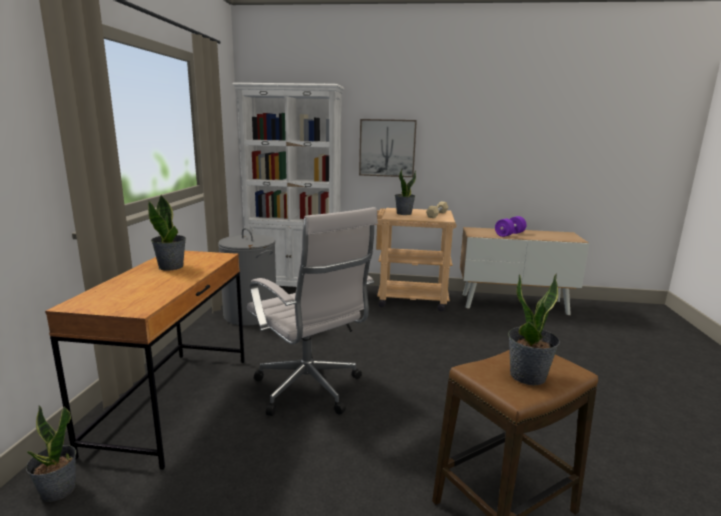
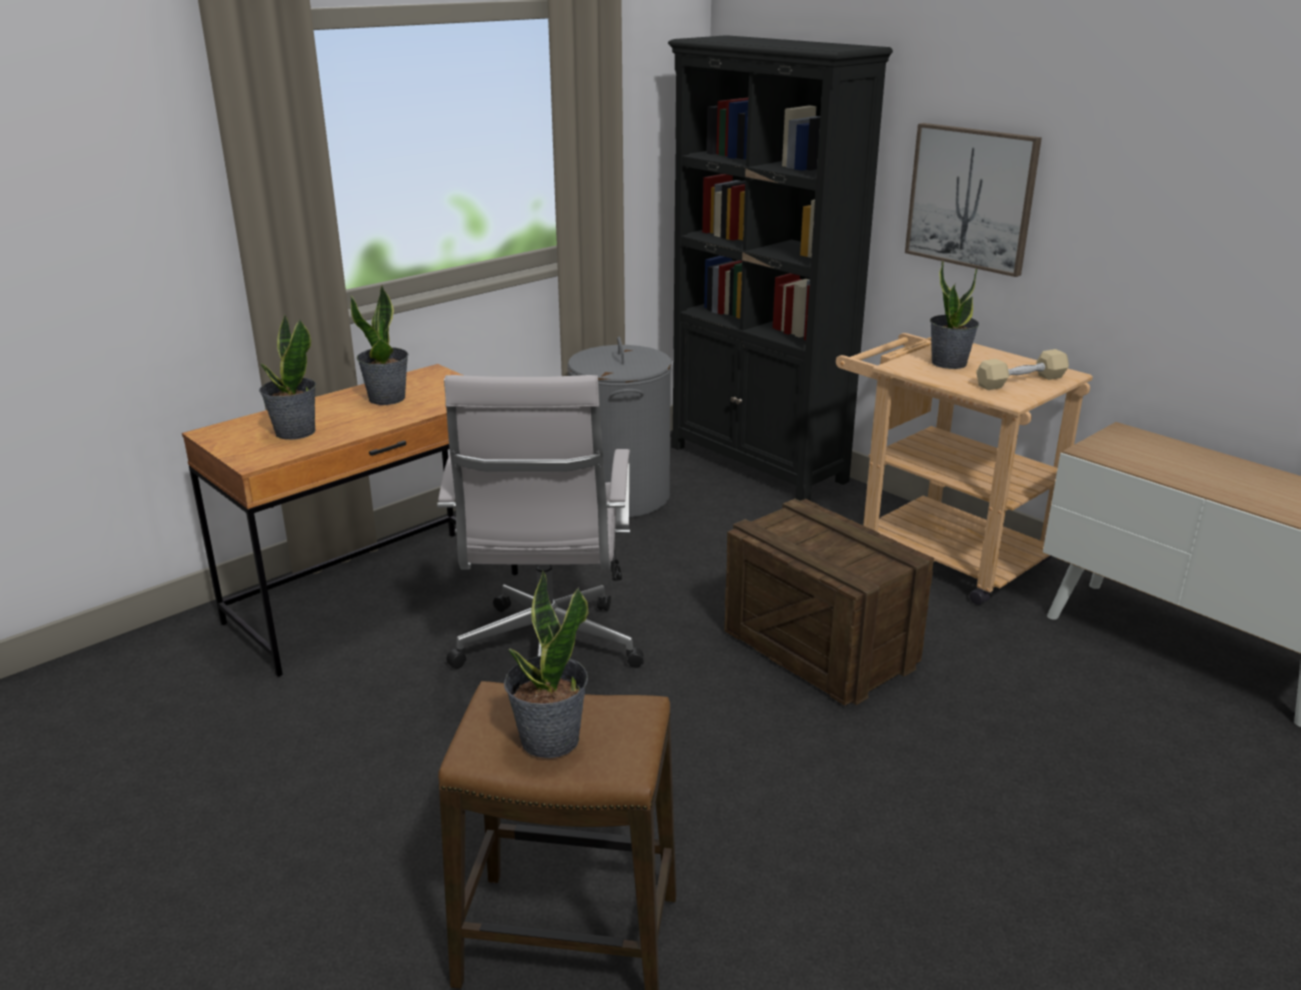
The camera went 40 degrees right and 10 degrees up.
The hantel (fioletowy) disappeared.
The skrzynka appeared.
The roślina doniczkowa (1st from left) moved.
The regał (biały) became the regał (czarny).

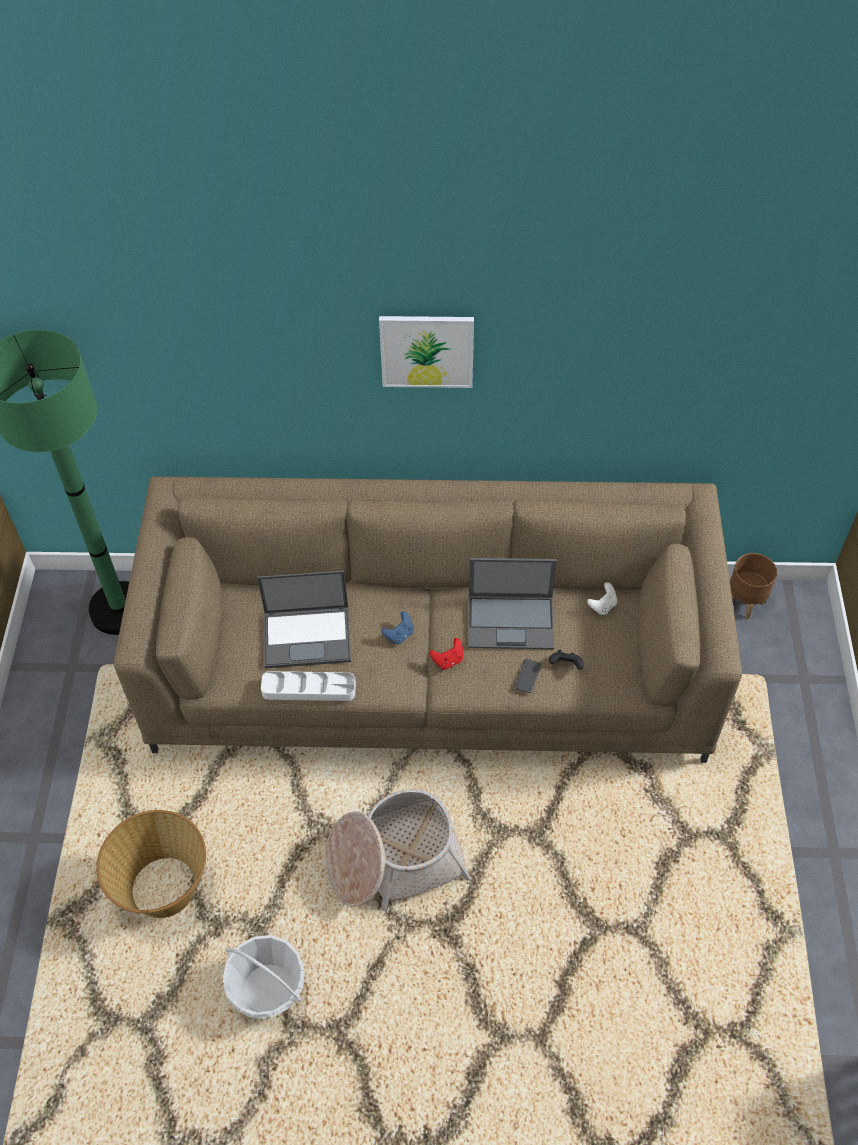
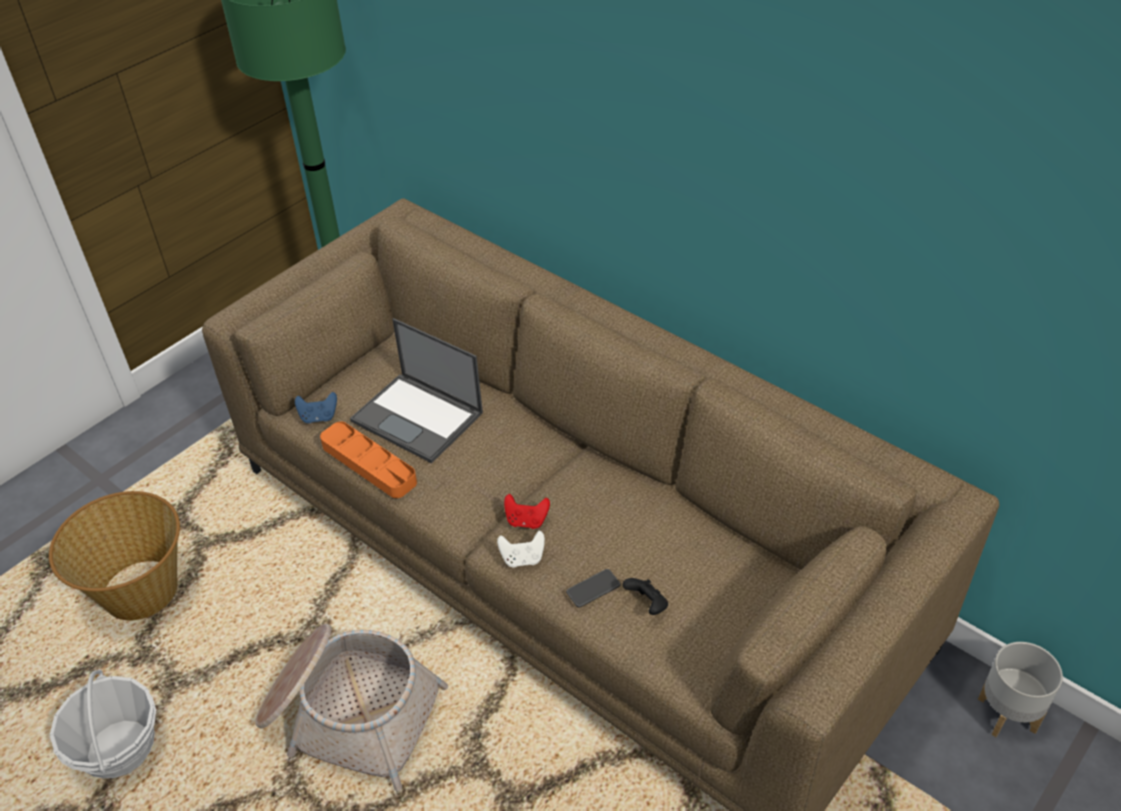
The camera went 40 degrees right and 10 degrees down.
The obraz disappeared.
The laptop (2nd from left) disappeared.
The pad do gier (niebieski) moved.
The pad do gier (biały) moved.
The taca (biały) became the taca (pomarańczowy).
The donica (brązowy) became the donica (szary).

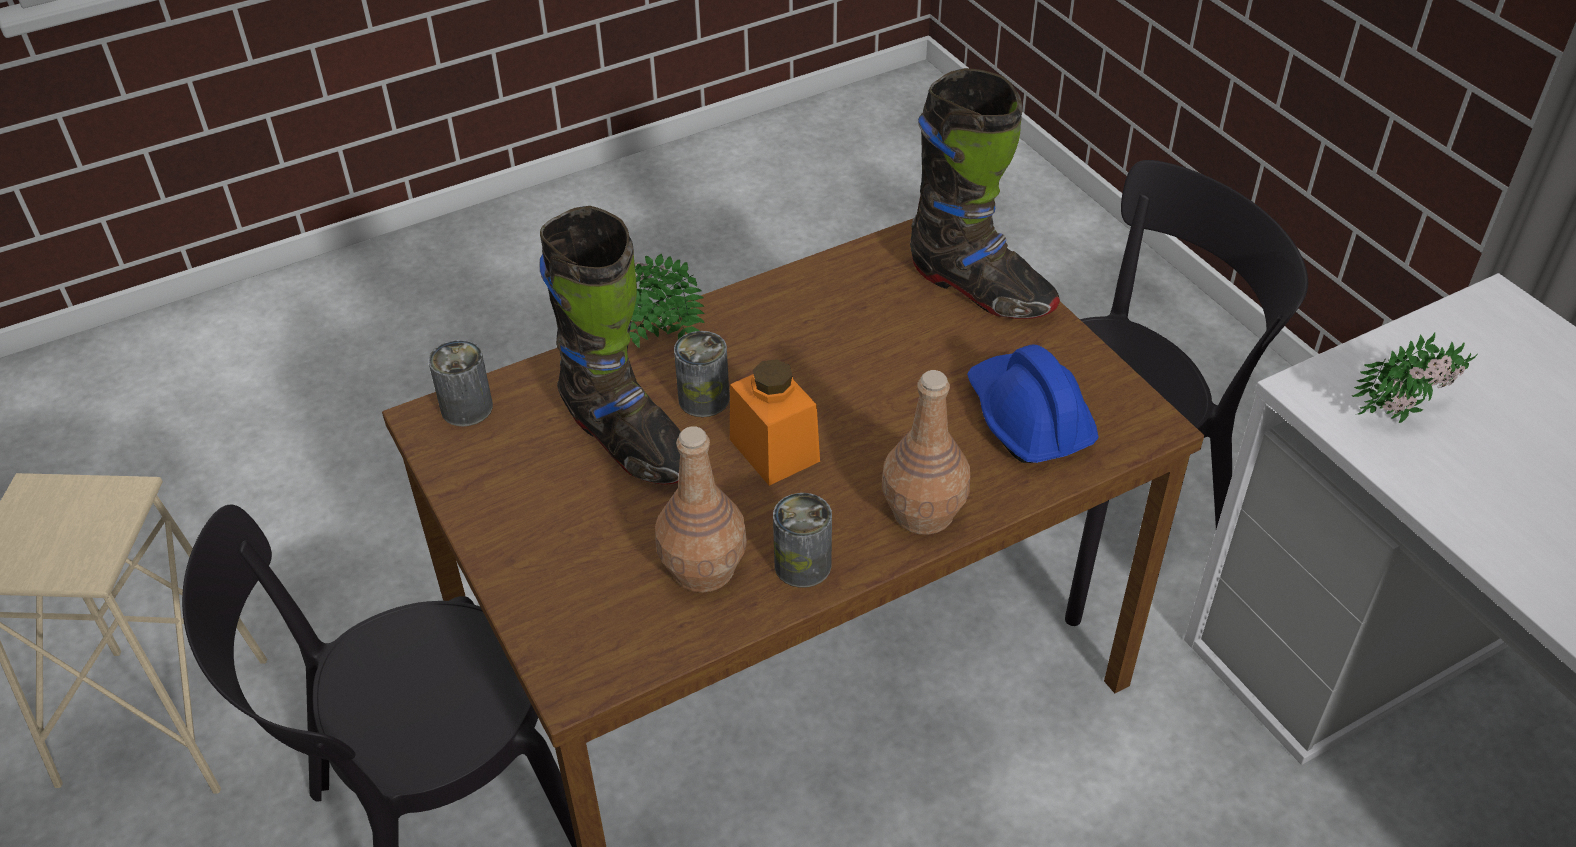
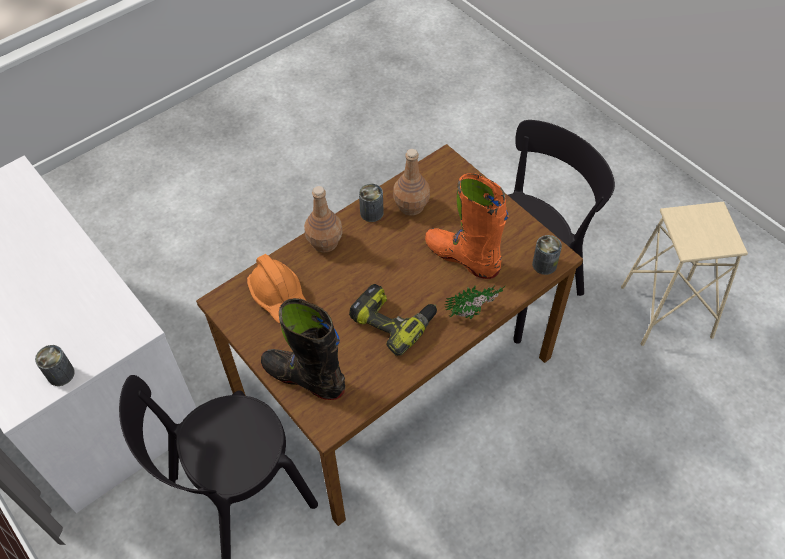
The camera went 170 degrees right and 10 degrees up.
The słoik (pomarańczowy) disappeared.
The roślina doniczkowa (2nd from left) disappeared.
The wiertarka appeared.
The puszka (2nd from left in the first image) moved.
The but z cholewką (czarny) (1st from left) became the but z cholewką (pomarańczowy).
The kask (niebieski) became the kask (pomarańczowy).

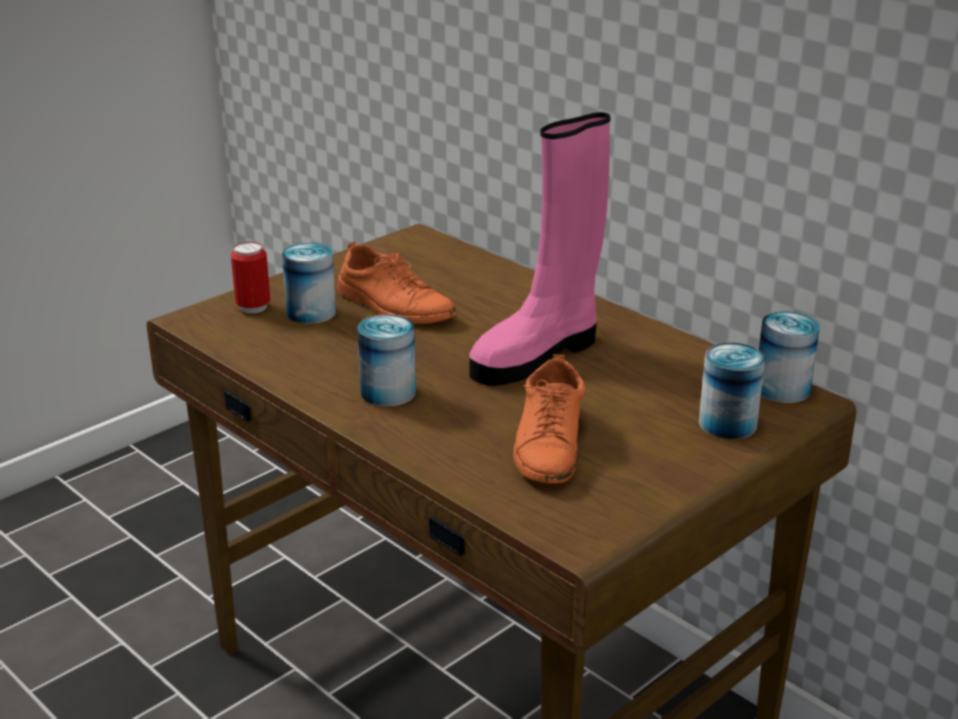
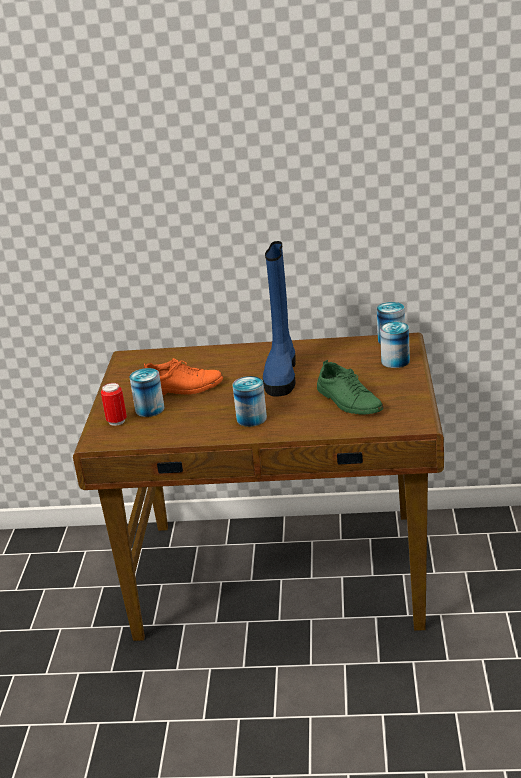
The camera went 40 degrees left and 0 degrees up.
The but z cholewką (różowy) became the but z cholewką (niebieski).
The but (pomarańczowy) (2nd from left) became the but (zielony).

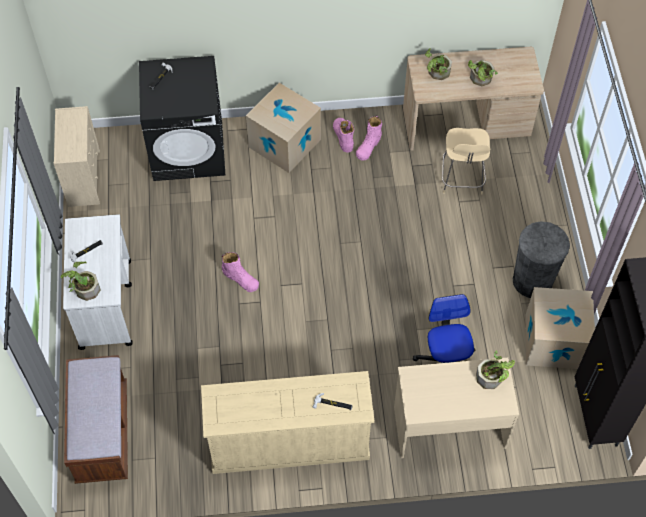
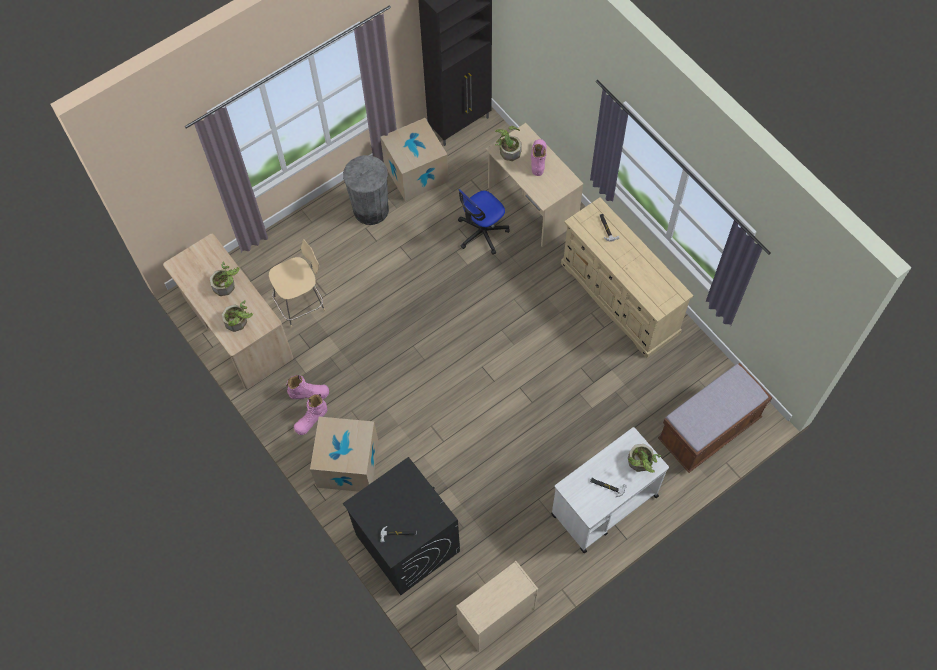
The camera went 120 degrees left and 5 degrees up.
The but z cholewką (różowy) (1st from left in the first image) moved.

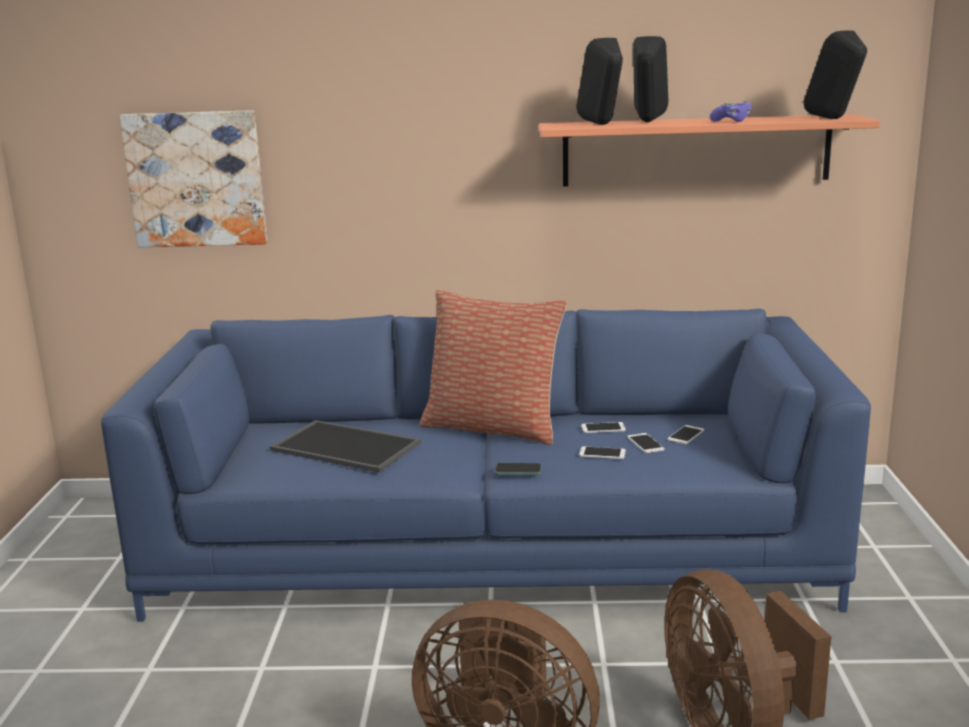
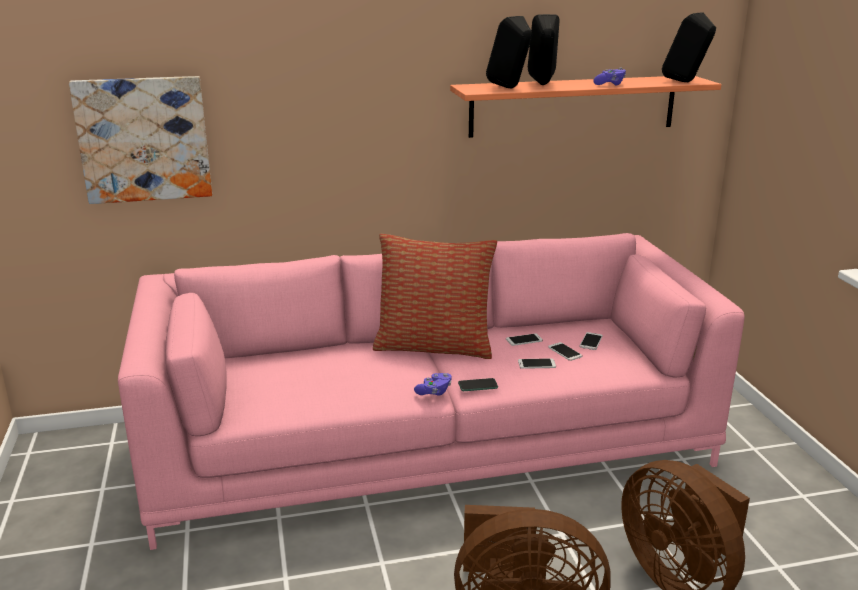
The camera went 15 degrees left and 5 degrees up.
The taca disappeared.
The pad do gier (fioletowy) (1st from left) appeared.
The kanapa (niebieski) became the kanapa (różowy).

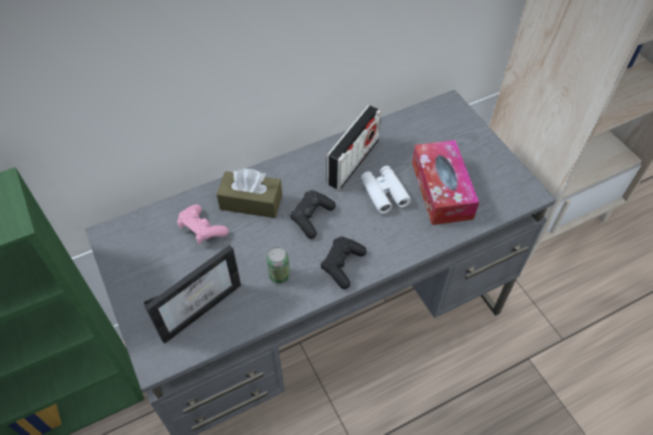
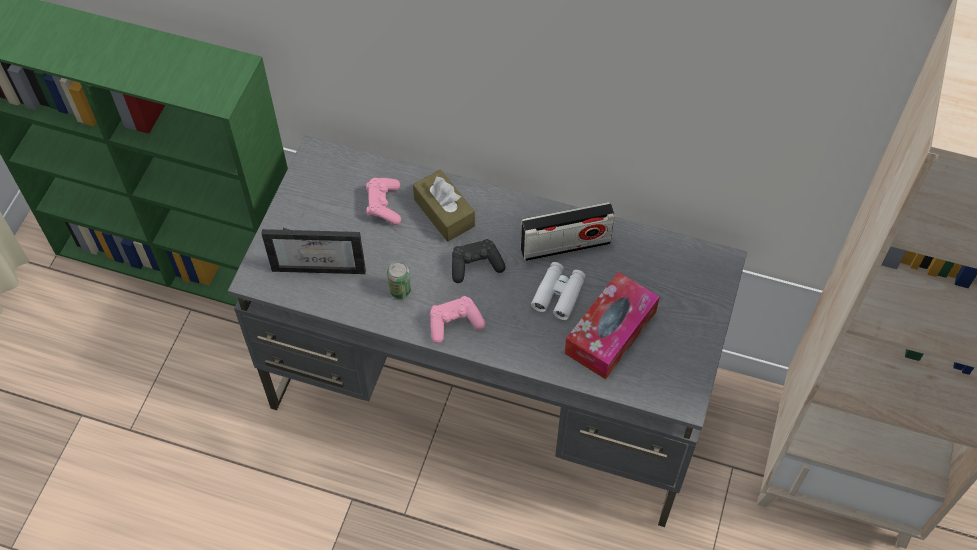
The camera went 45 degrees right and 5 degrees up.
The pad do gier (czarny) (2nd from left) became the pad do gier (różowy) (2nd from left).

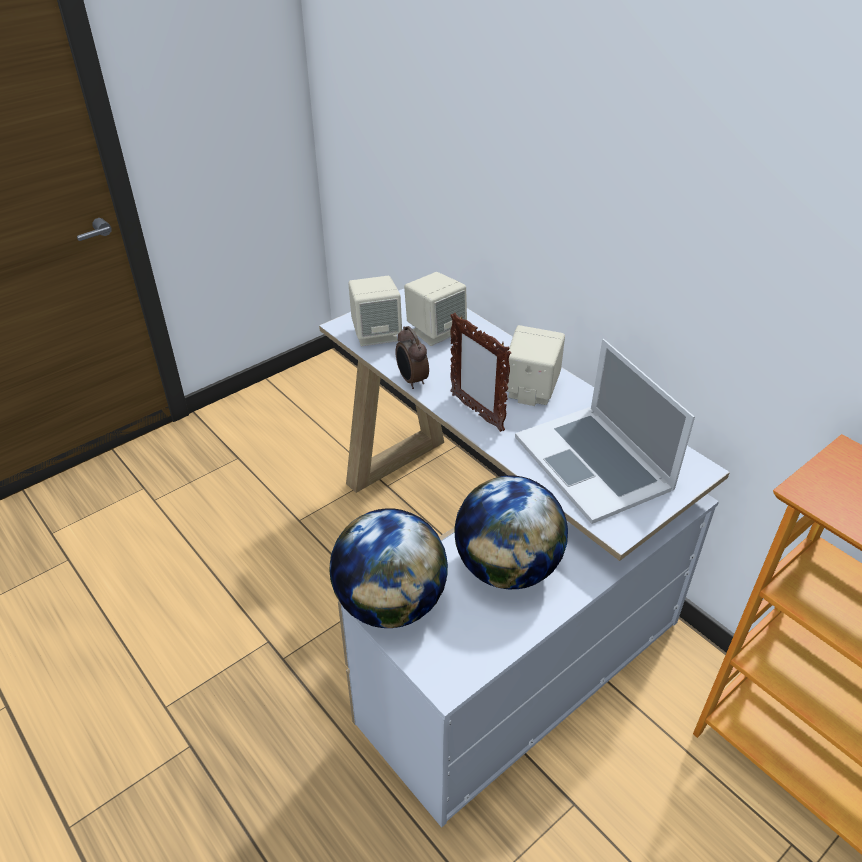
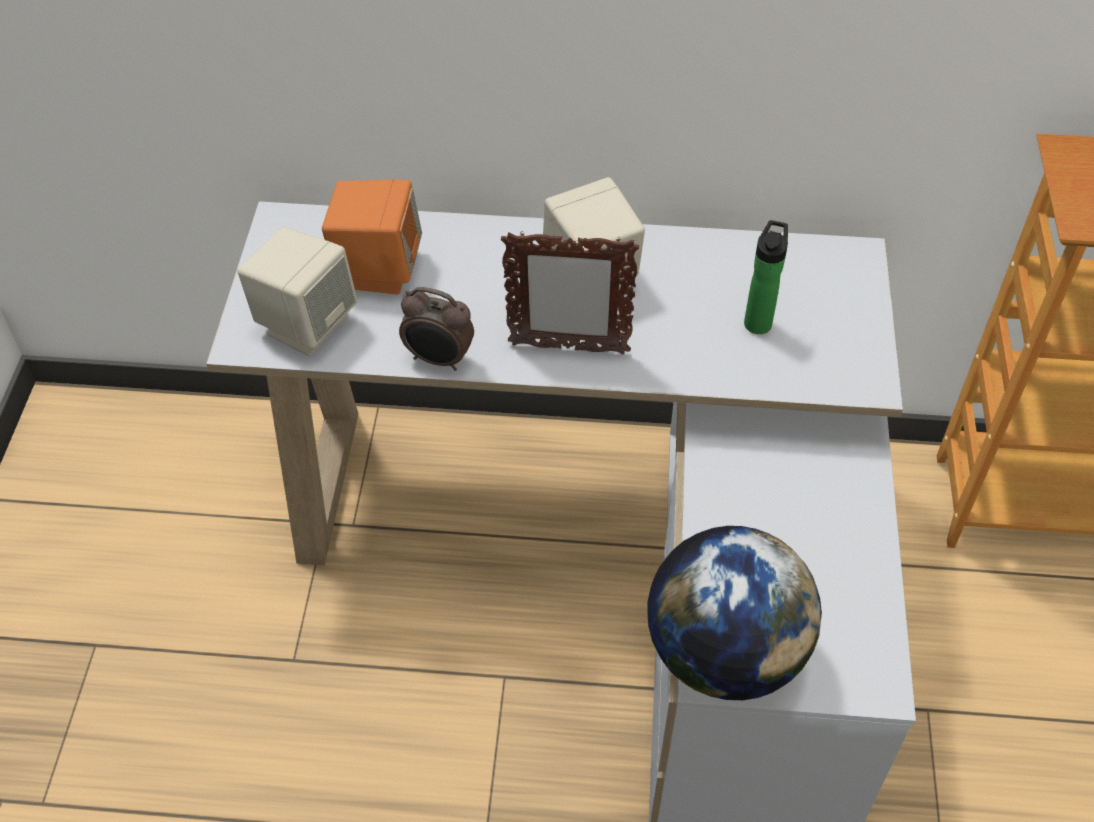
The camera went 45 degrees left and 10 degrees up.
The globus (2nd from left) disappeared.
The laptop was replaced by the butelka.
The głośnik (beżowy) (2nd from left) became the głośnik (pomarańczowy).

